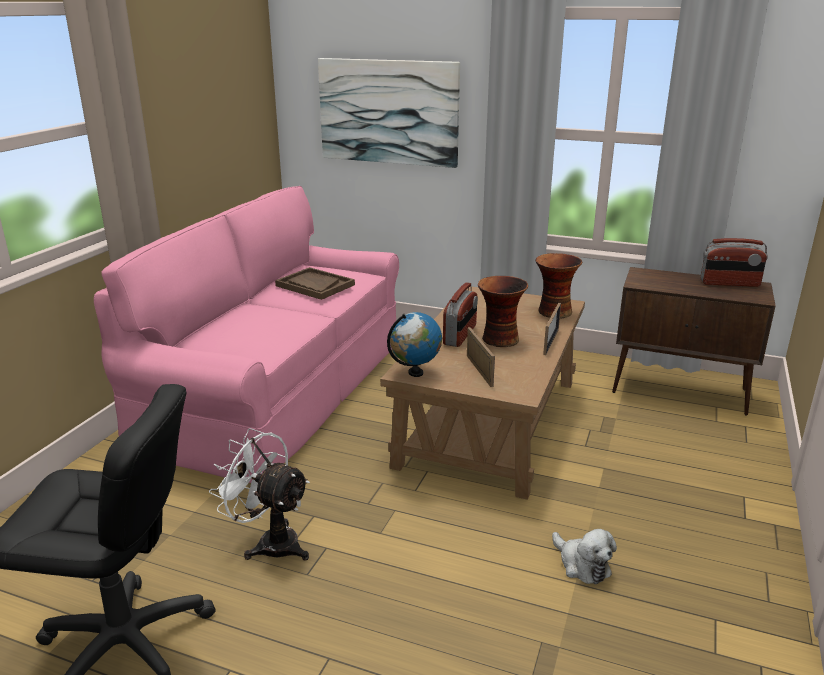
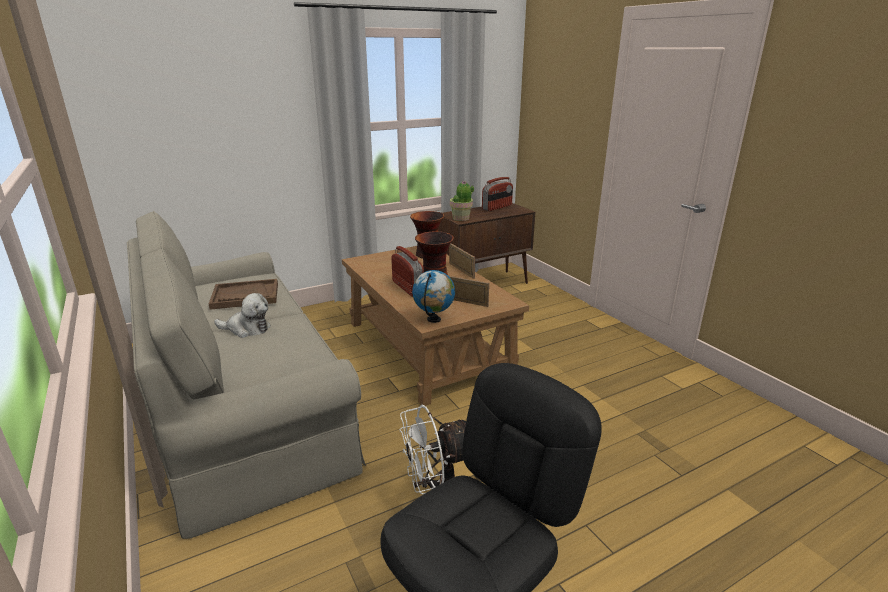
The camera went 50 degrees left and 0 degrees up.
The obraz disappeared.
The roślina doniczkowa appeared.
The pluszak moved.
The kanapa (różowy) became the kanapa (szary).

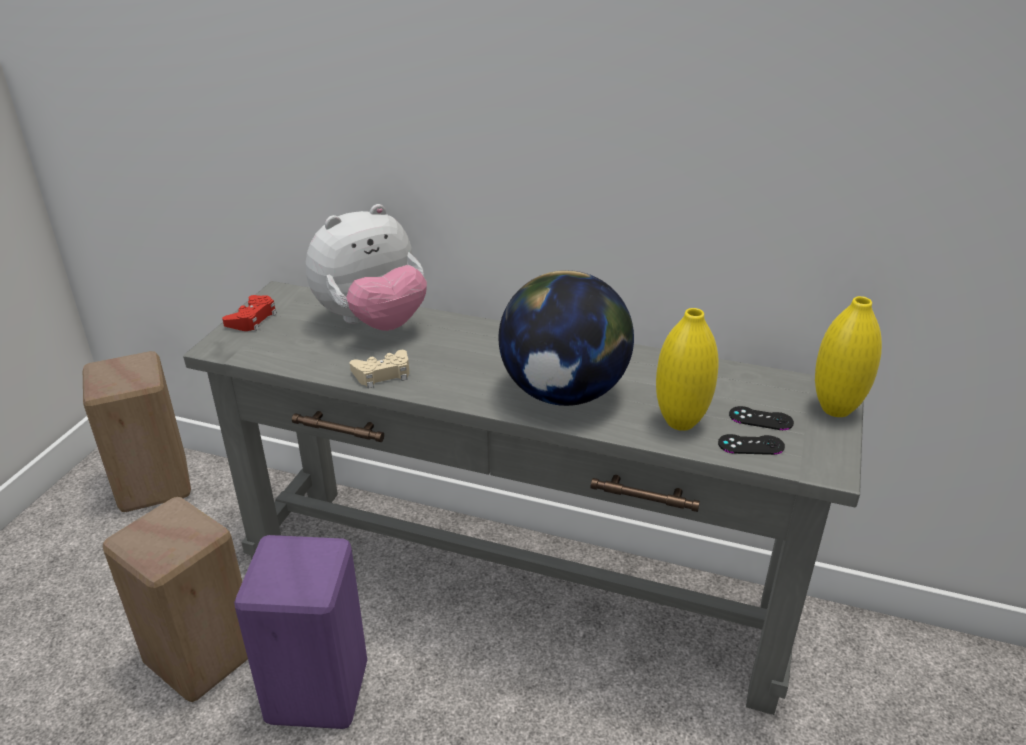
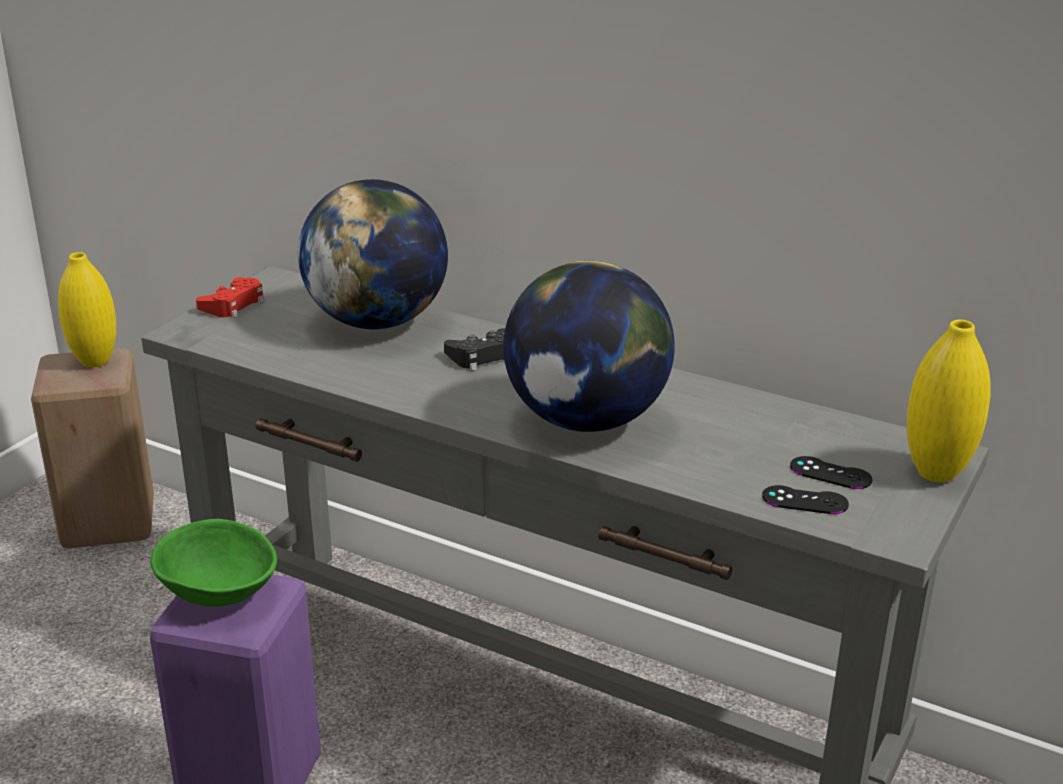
The camera went 10 degrees right and 5 degrees down.
The stołek (beżowy) (2nd from left) disappeared.
The pad do gier (beżowy) disappeared.
The miska (zielony) appeared.
The pad do gier (czarny) (1st from left) appeared.
The wazon (żółty) (1st from left) moved.
The pluszak was replaced by the globus (1st from left).

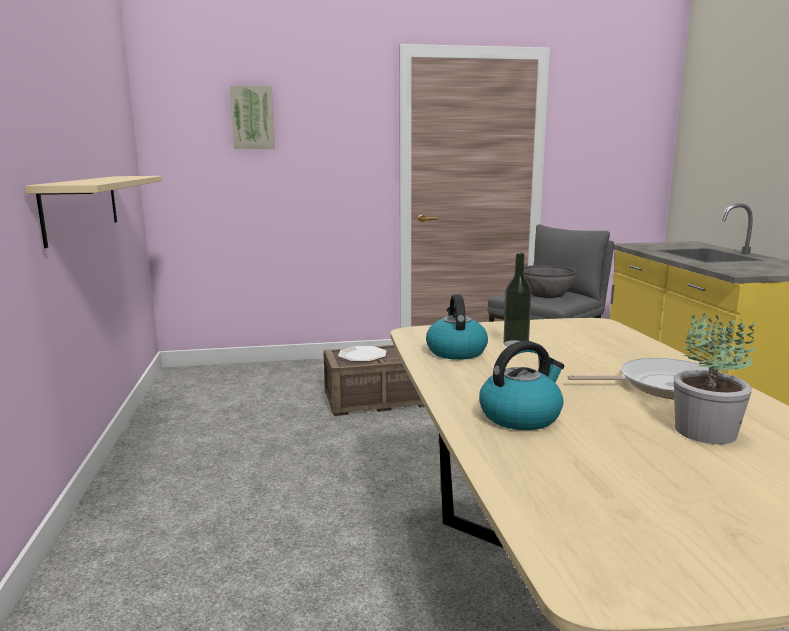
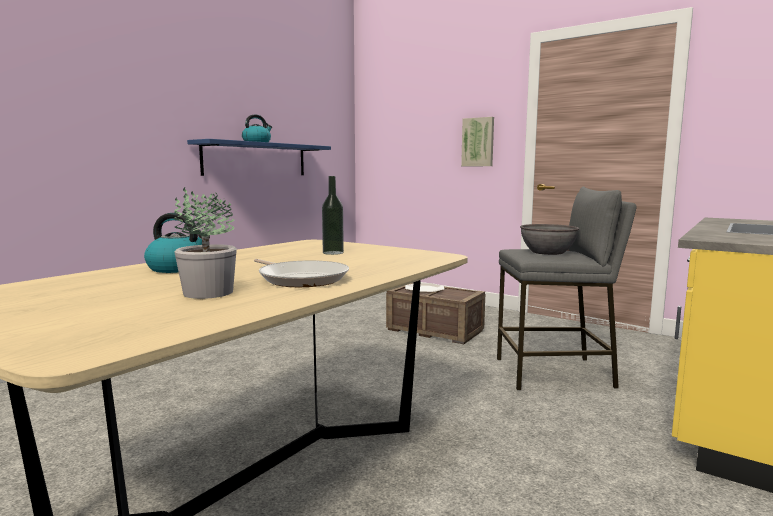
The camera went 45 degrees right and 5 degrees down.
The obraz moved.
The czajnik (1st from left in the first image) moved.
The półka (beżowy) became the półka (niebieski).

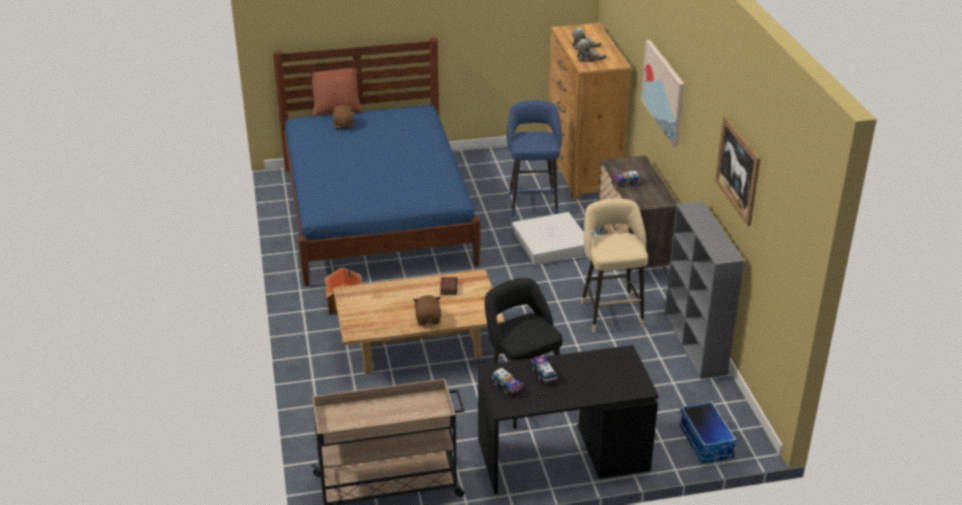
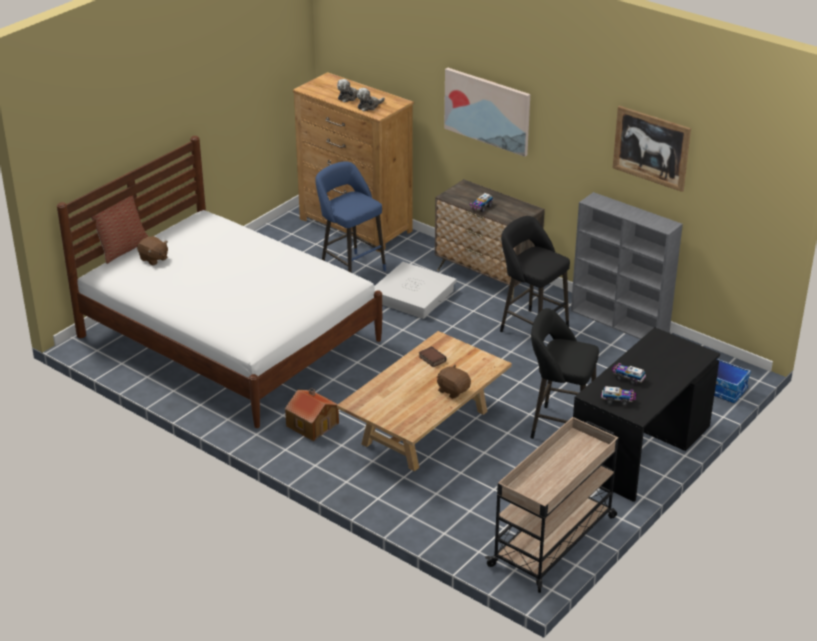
The camera went 40 degrees left and 0 degrees up.
The łóżko (niebieski) became the łóżko (biały).
The stołek (beżowy) became the stołek (czarny) (1st from left).

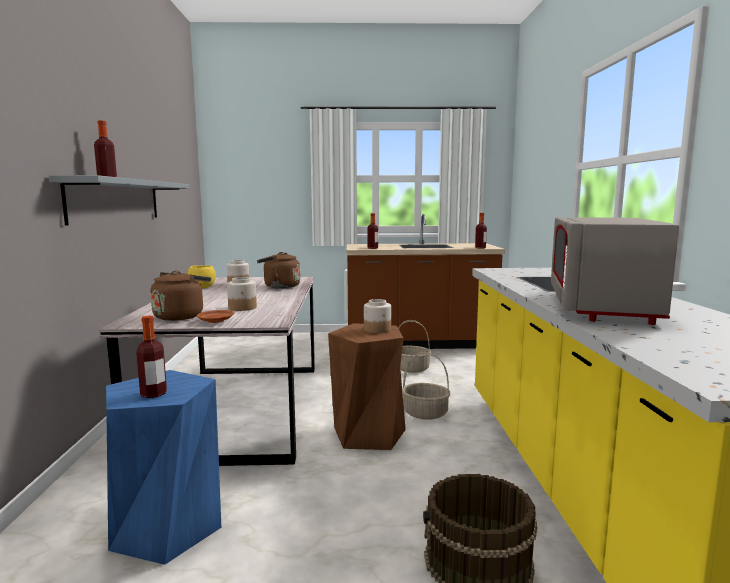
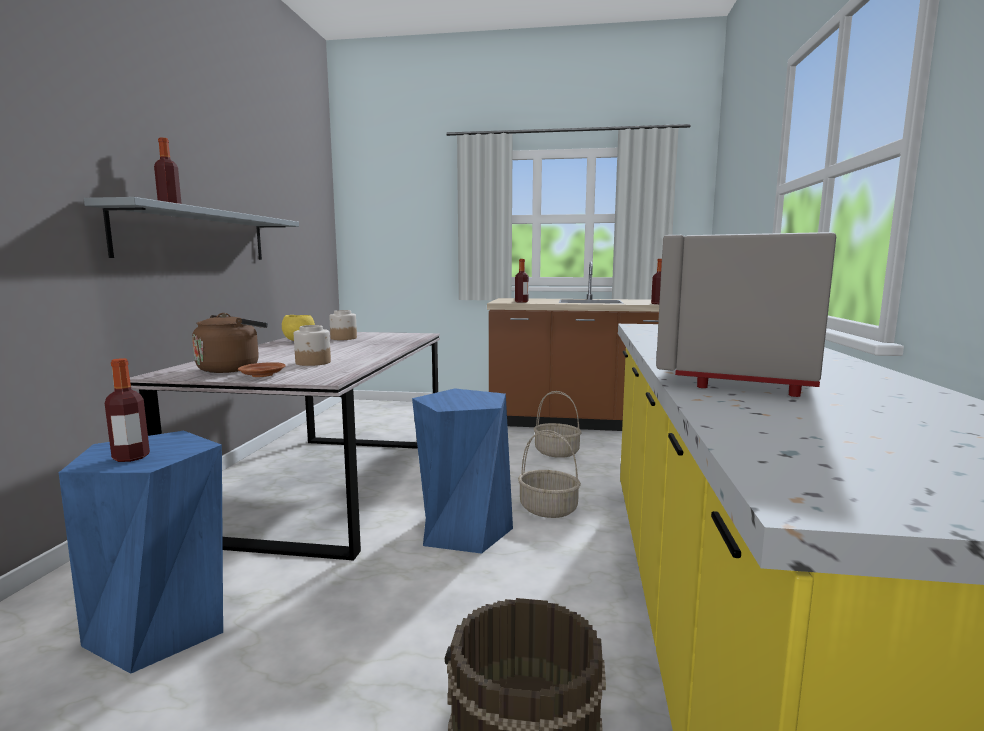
The camera went 10 degrees right and 0 degrees up.
The czajnik (brązowy) (2nd from left) disappeared.
The słoik (3rd from left) disappeared.
The stołek (brązowy) became the stołek (niebieski) (2nd from left).

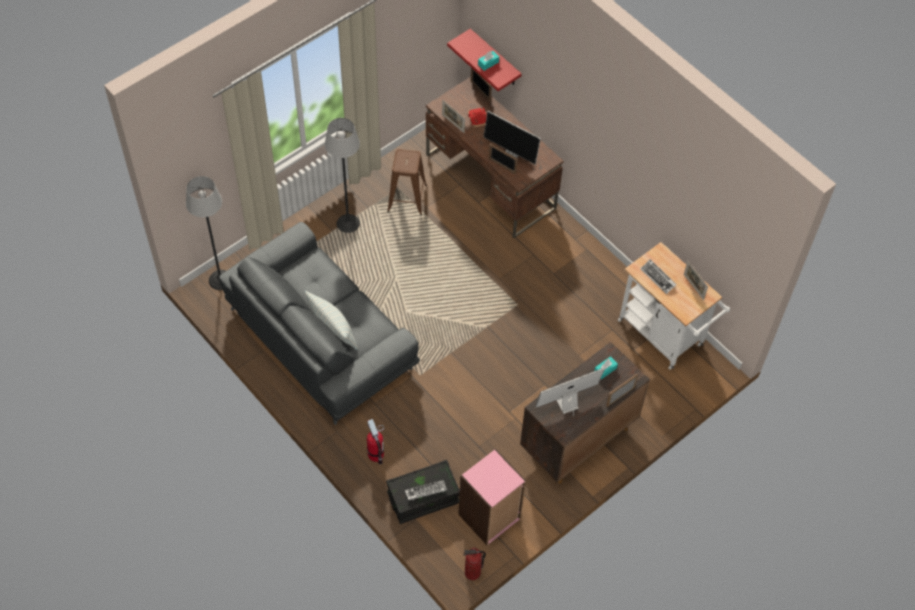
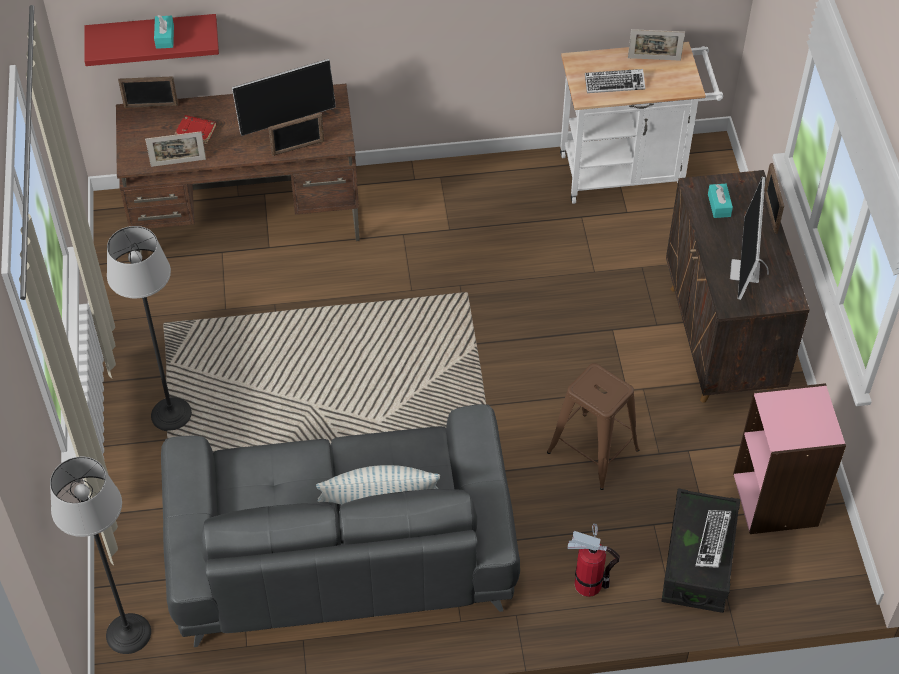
The camera went 55 degrees left and 5 degrees down.
The gaśnica (2nd from left) disappeared.
The stołek (brązowy) moved.

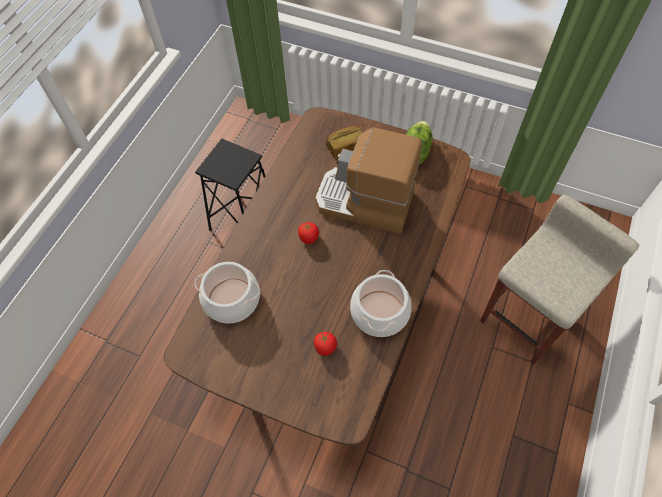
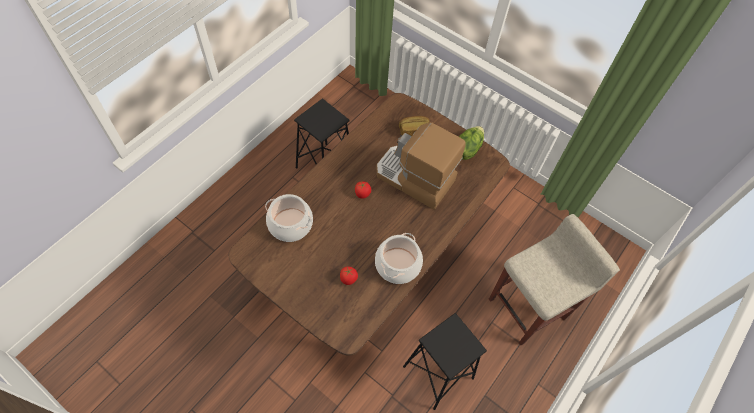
The camera went 10 degrees right and 0 degrees up.
The stołek (czarny) (2nd from left) appeared.

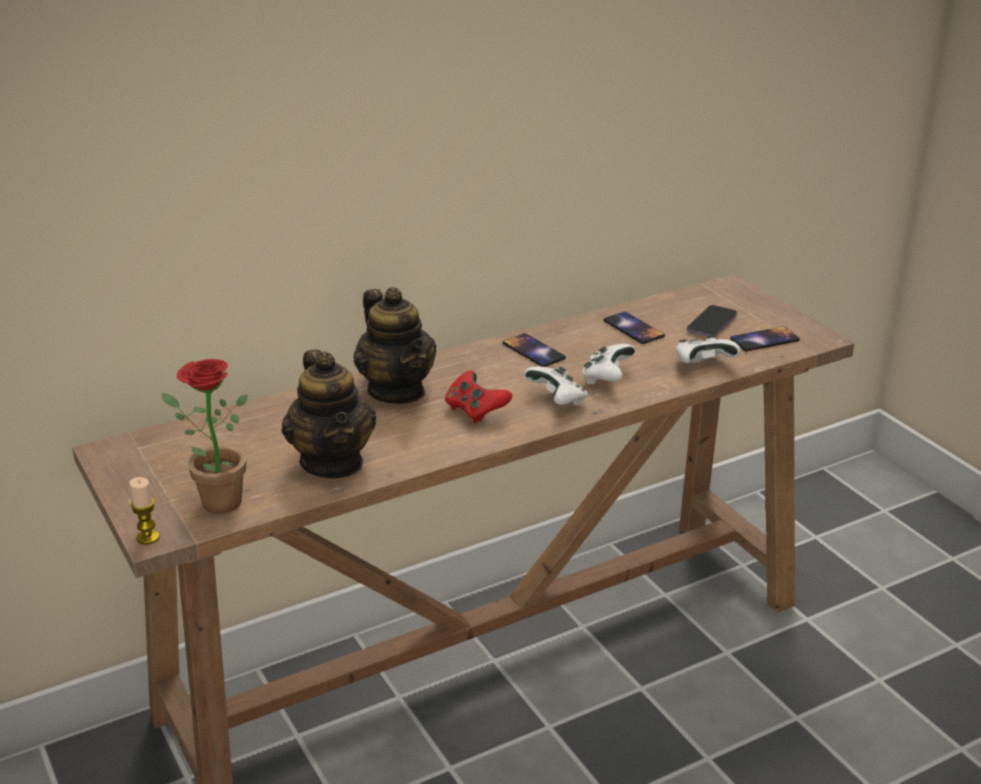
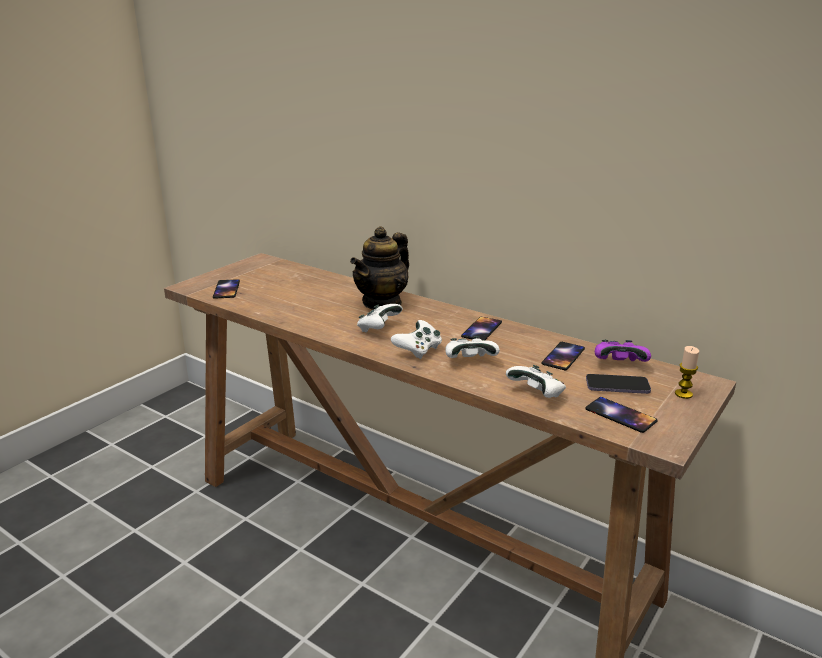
The camera went 65 degrees right and 5 degrees down.
The imbryk (1st from left) disappeared.
The pad do gier (fioletowy) appeared.
The świeca moved.
The roślina doniczkowa was replaced by the telefon (1st from left).
The pad do gier (czerwony) became the pad do gier (biały) (1st from left).

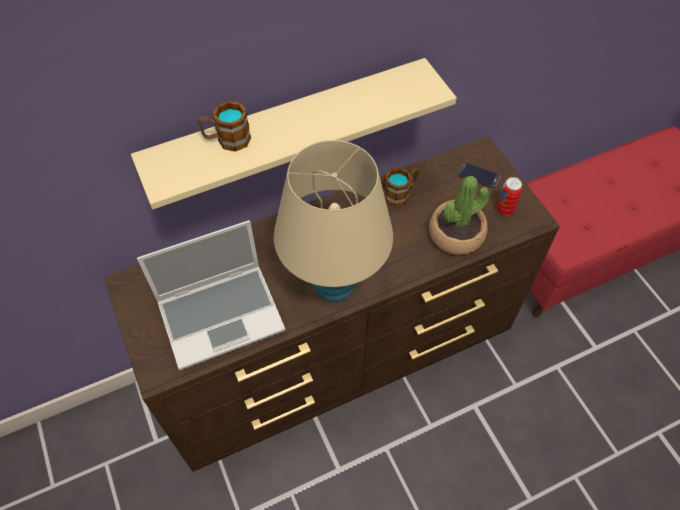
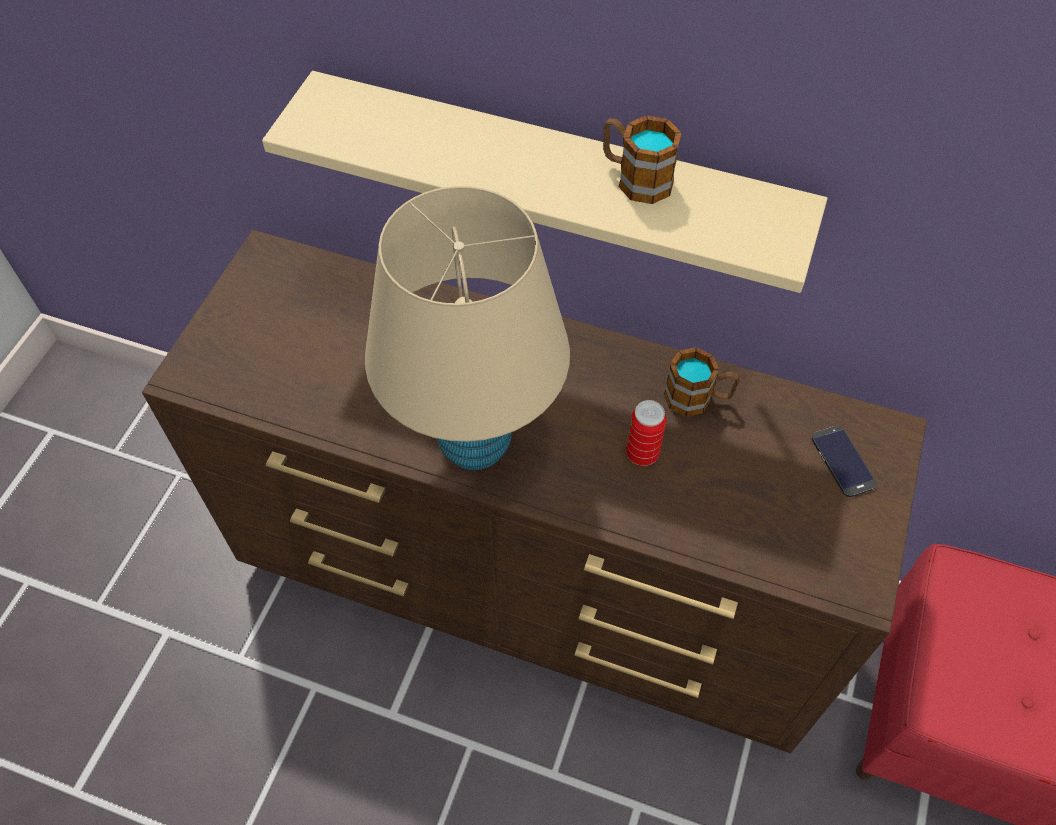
The camera went 45 degrees right and 0 degrees up.
The laptop disappeared.
The roślina doniczkowa disappeared.
The kubek (1st from left) moved.
The puszka moved.

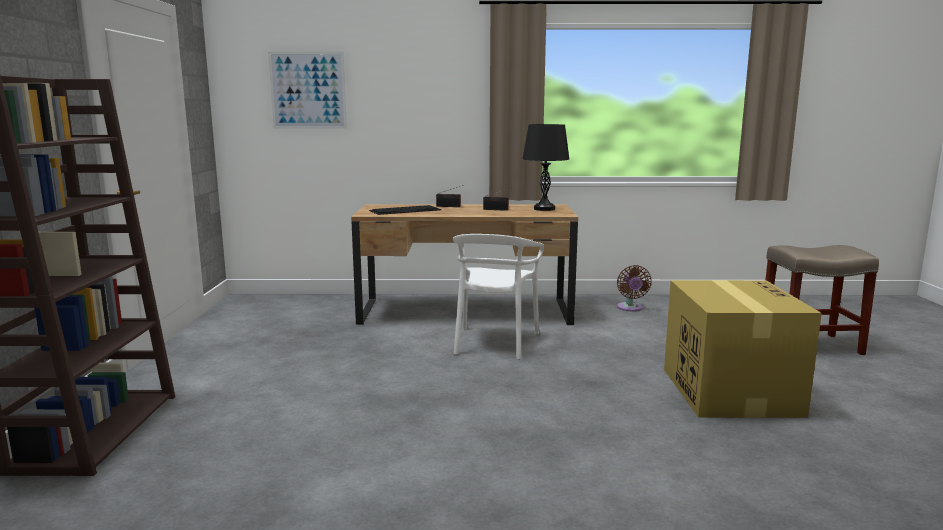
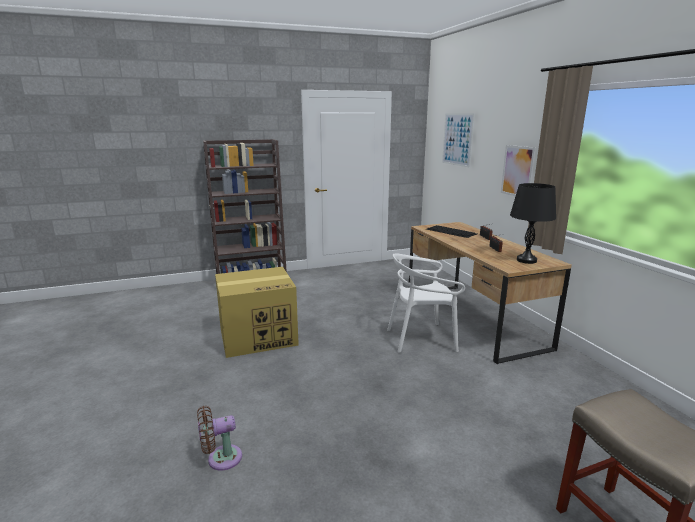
The camera went 70 degrees right and 5 degrees up.
The obraz (2nd from left) appeared.
The wentylator (brązowy) moved.
The karton moved.

